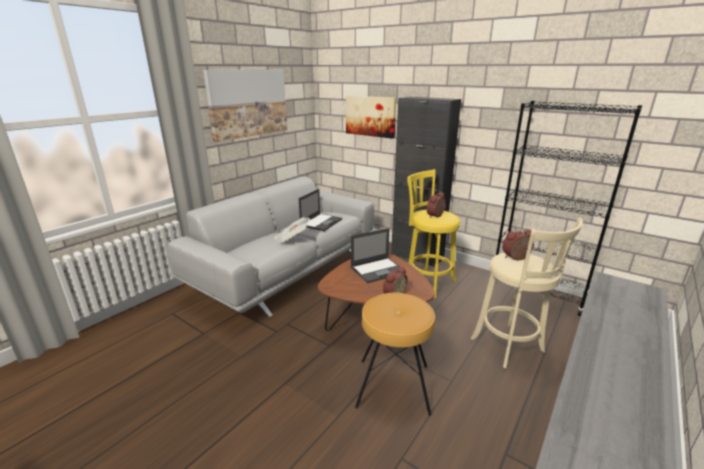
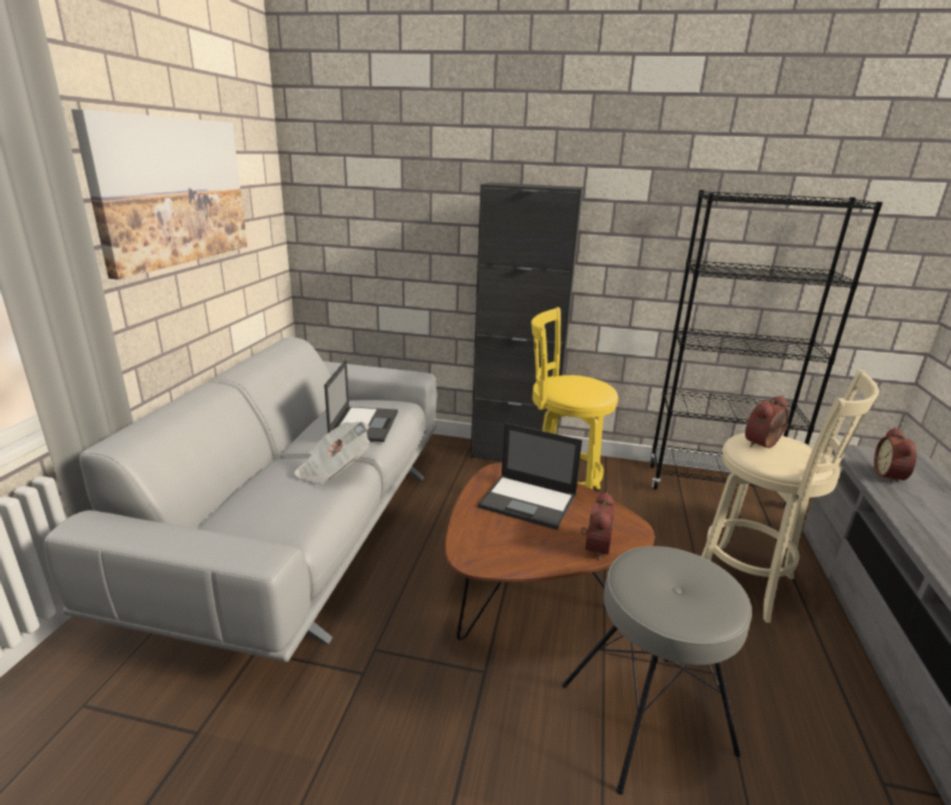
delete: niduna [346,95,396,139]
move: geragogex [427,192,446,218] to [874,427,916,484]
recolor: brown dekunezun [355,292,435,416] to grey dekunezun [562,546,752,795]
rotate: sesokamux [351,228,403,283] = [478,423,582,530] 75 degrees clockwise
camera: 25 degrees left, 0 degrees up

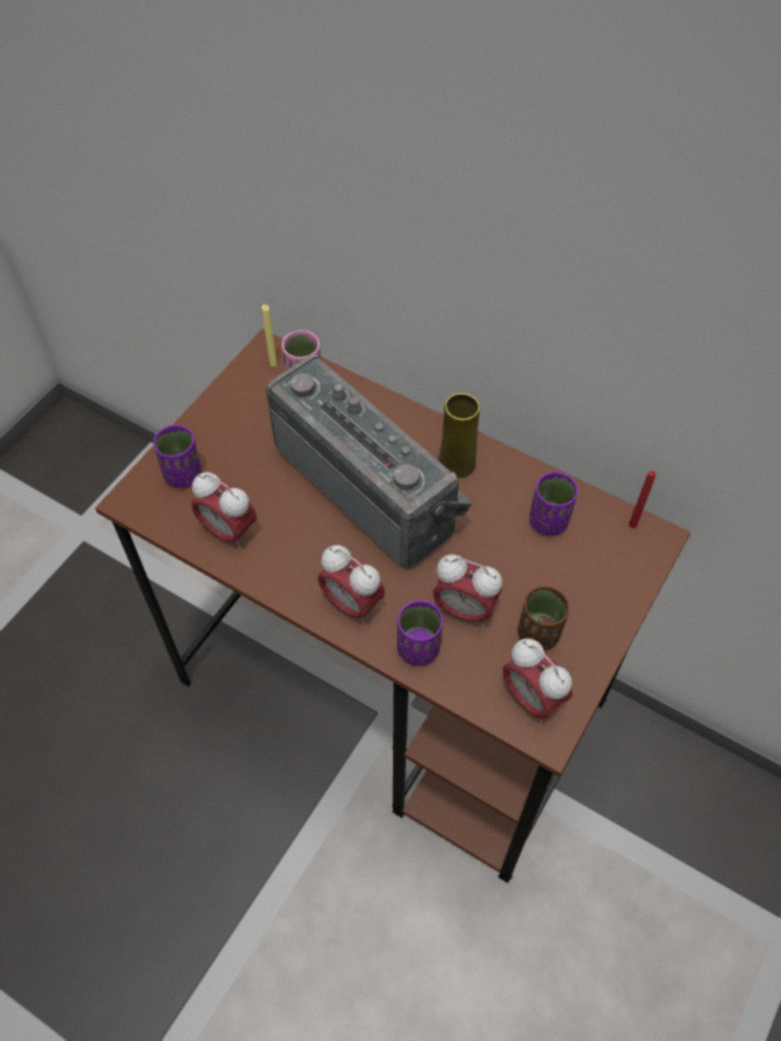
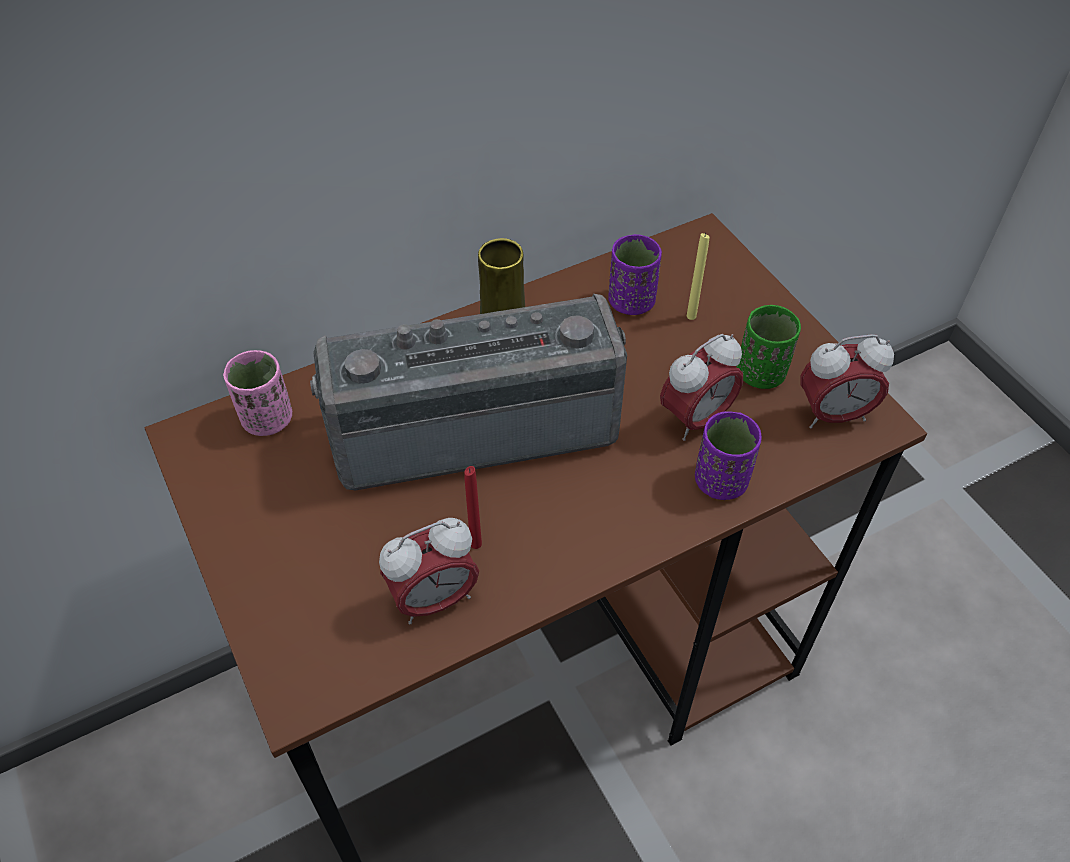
delete: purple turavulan [153,425,202,488]; geragogex [318,545,385,624]
move: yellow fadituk [262,305,277,367] to [687,233,710,320]; red fadituk [629,471,656,528] to [464,466,482,549]
recolor: brown turavulan [518,585,569,651] to green turavulan [737,305,801,389]
camera: 60 degrees left, 5 degrees down

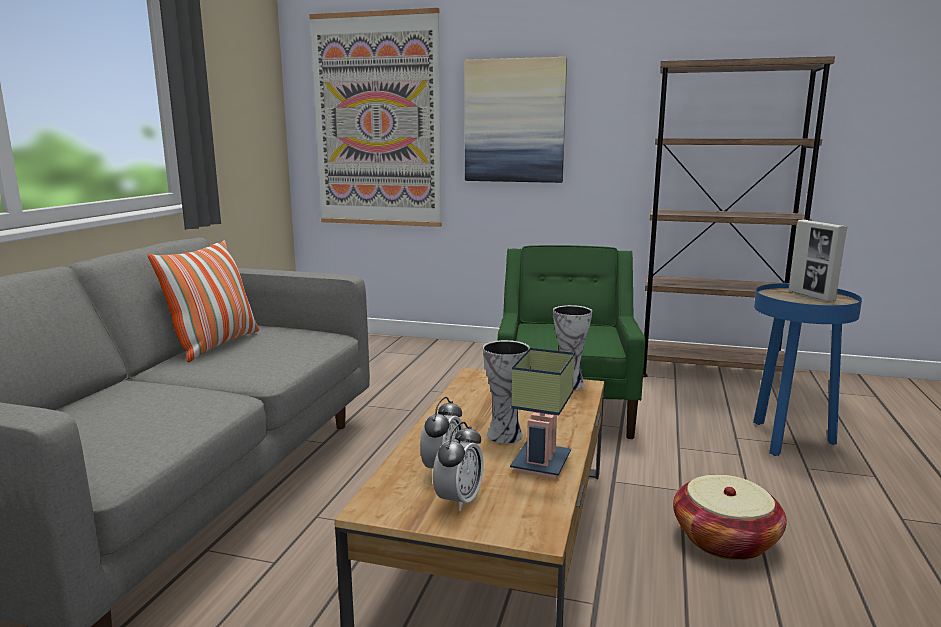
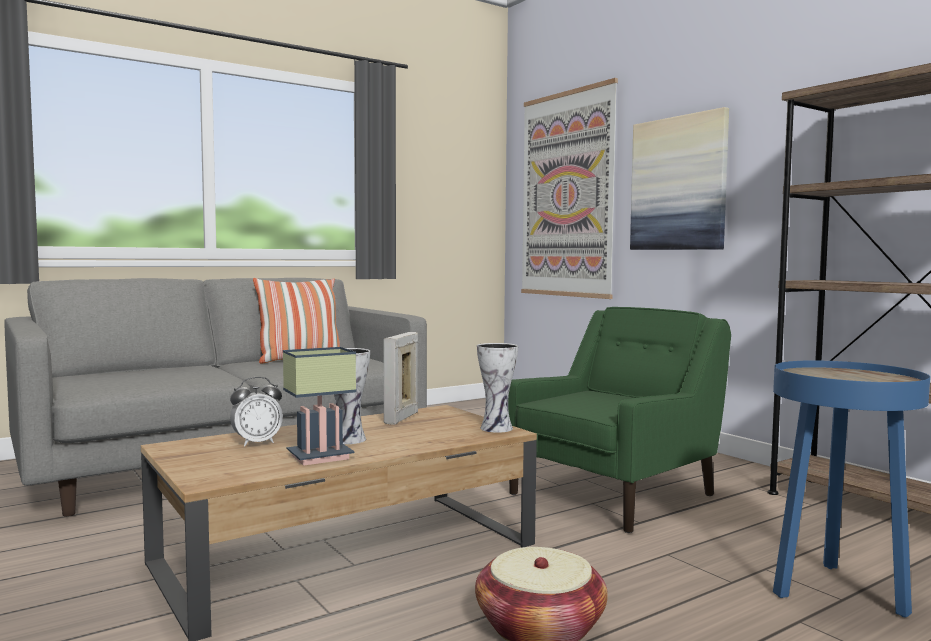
delete: geragogex [433,422,484,511]
move: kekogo [789,219,847,302] to [383,332,418,425]
camera: 40 degrees right, 10 degrees down

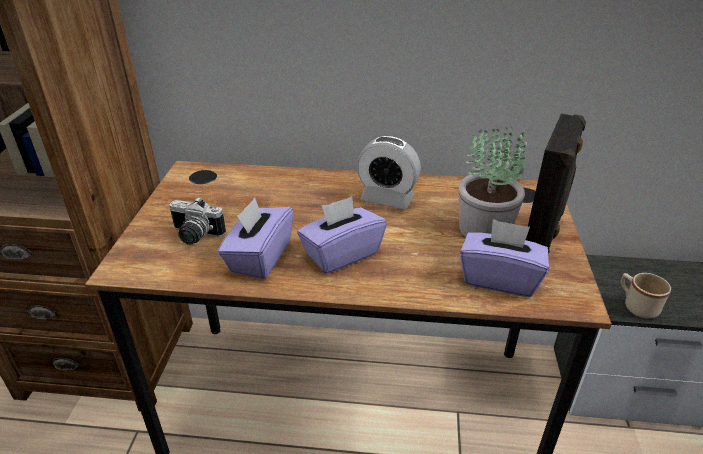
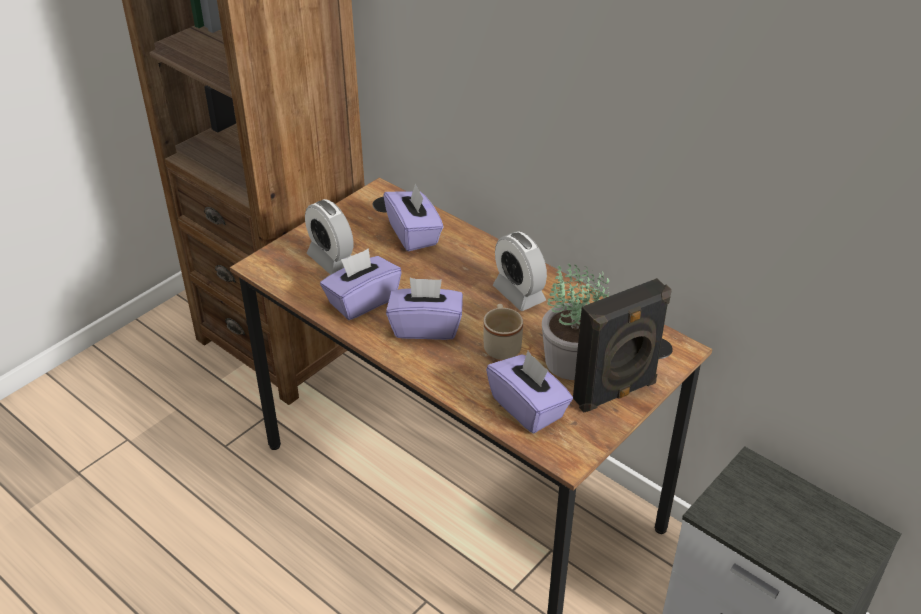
insert: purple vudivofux [383,183,444,251]
move: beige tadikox [621,273,671,319] to [483,304,523,360]
replace: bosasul [169,196,226,245] to geragogex [305,199,354,275]
camera: 35 degrees right, 5 degrees up

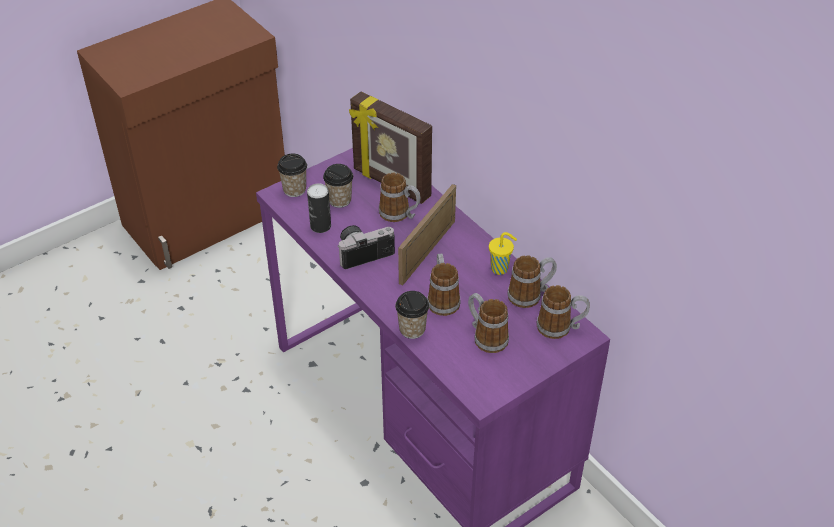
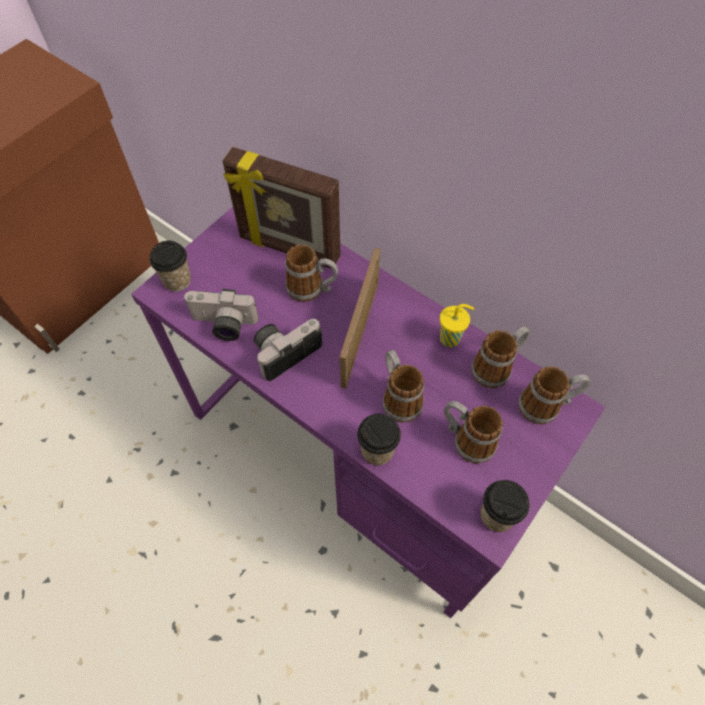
move: turavulan [323,164,353,208] to [480,480,530,532]
replace: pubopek [307,183,331,233] to bosasul [183,289,258,341]
camera: 15 degrees left, 15 degrees up

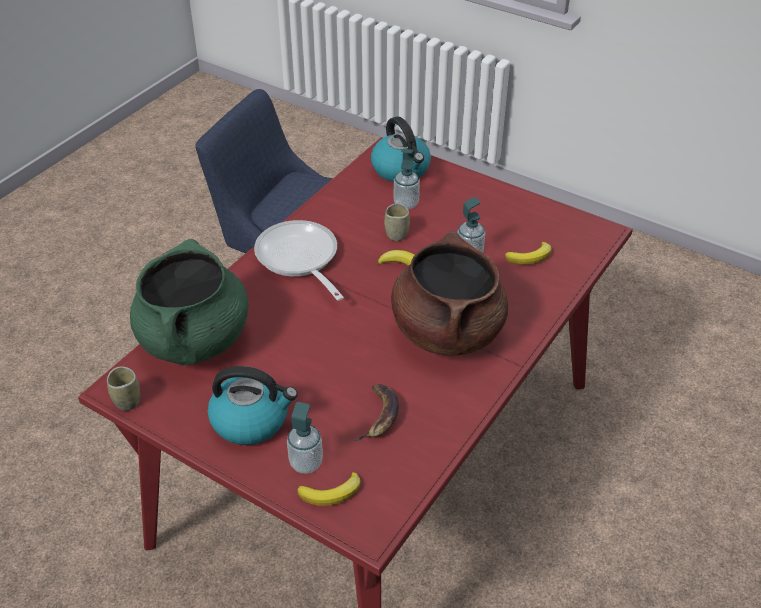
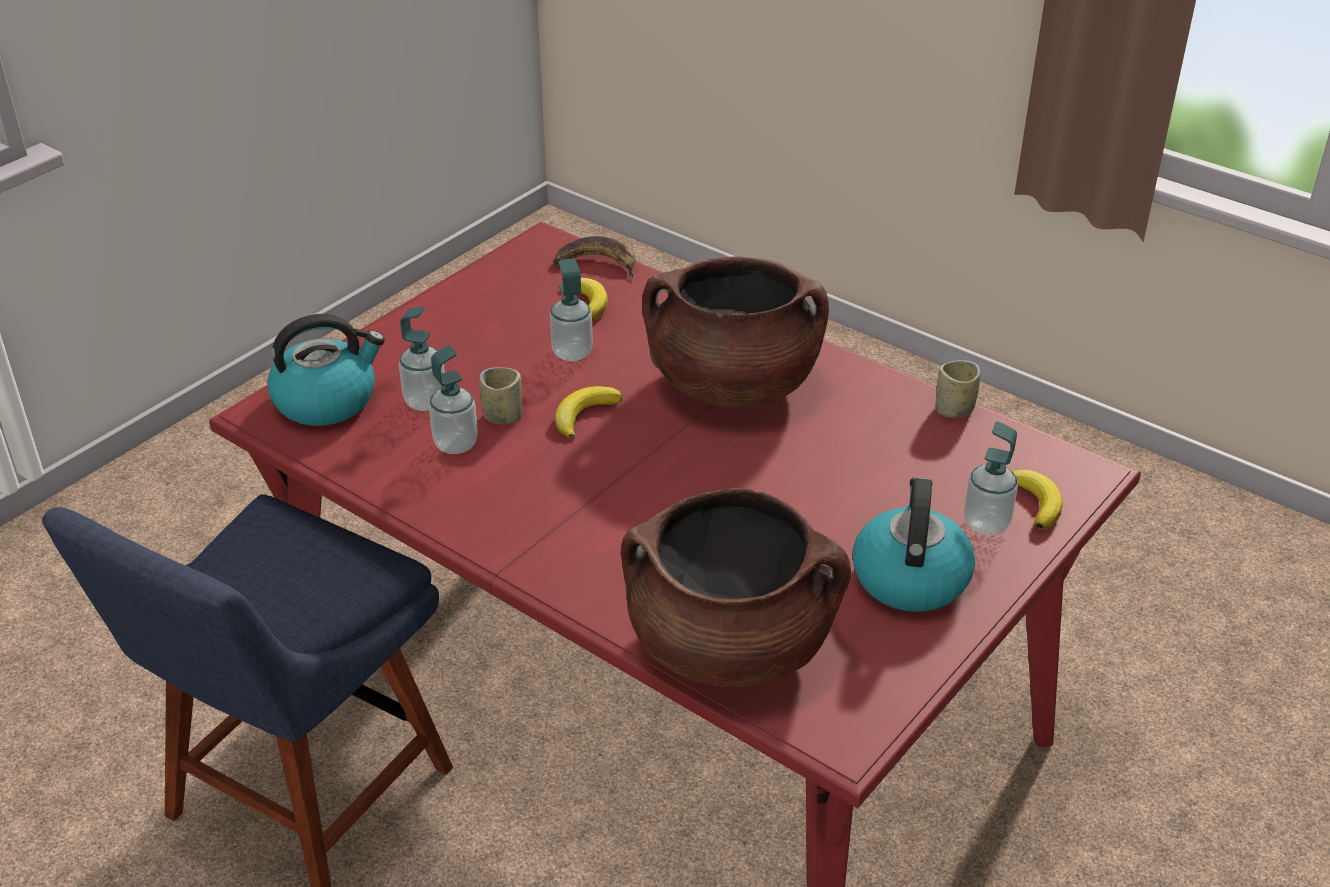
delete: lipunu [254,220,344,301]
insert: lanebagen [429,345,478,454]
move: turavulan [107,366,140,411] to [936,360,981,418]; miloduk [354,384,399,441] to [553,236,636,280]
recolor: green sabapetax [130,239,248,365] to brown sabapetax [621,488,851,687]
camera: 85 degrees left, 5 degrees down

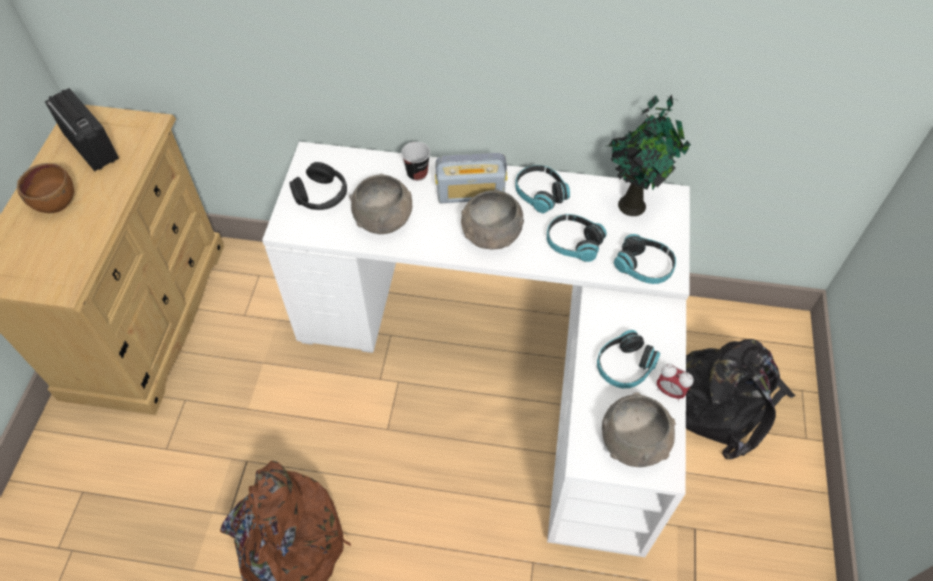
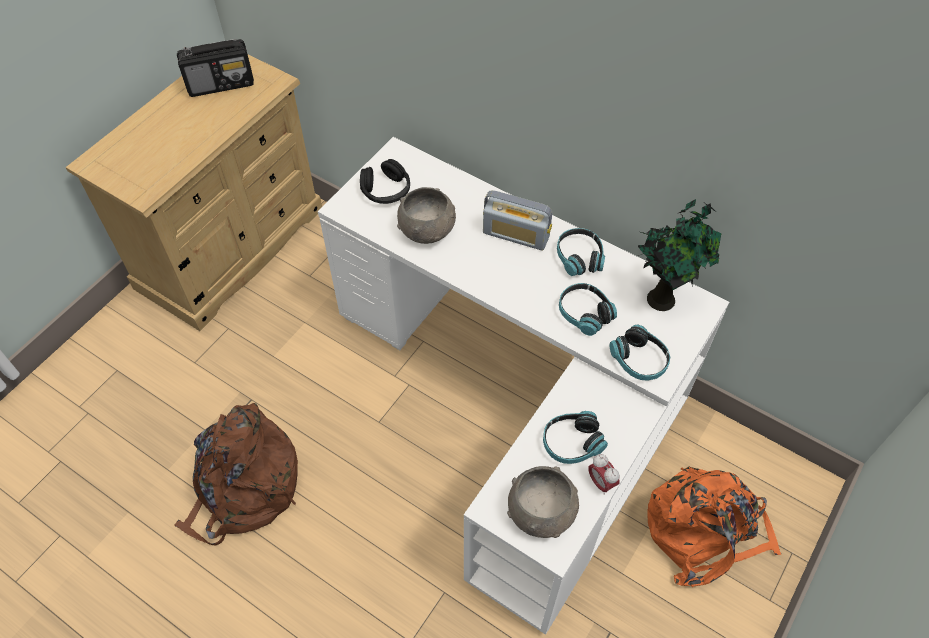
delete: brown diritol [17,163,74,213]; turavulan [401,142,430,181]; grey diritol [461,189,524,249]
recolor: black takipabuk [686,339,796,459] to orange takipabuk [647,467,781,587]
rotate: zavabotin [45,88,119,171] = [177,39,254,97] 90 degrees clockwise
camera: 25 degrees right, 0 degrees up

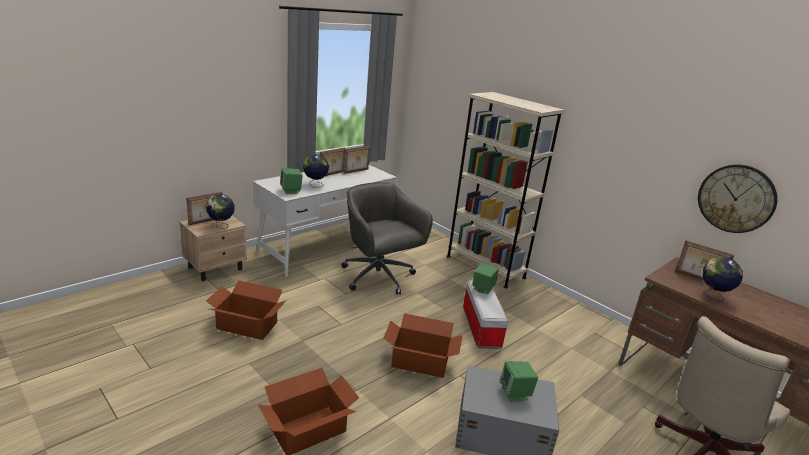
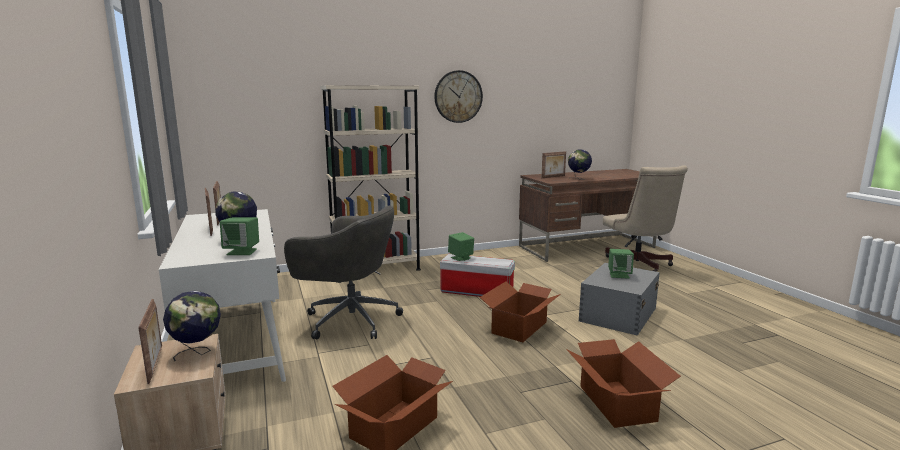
move: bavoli [698,165,777,233] to [434,70,483,123]
rotate: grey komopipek [341,182,433,295] = [284,206,403,339] 150 degrees counterclockwise
camera: 65 degrees left, 10 degrees down

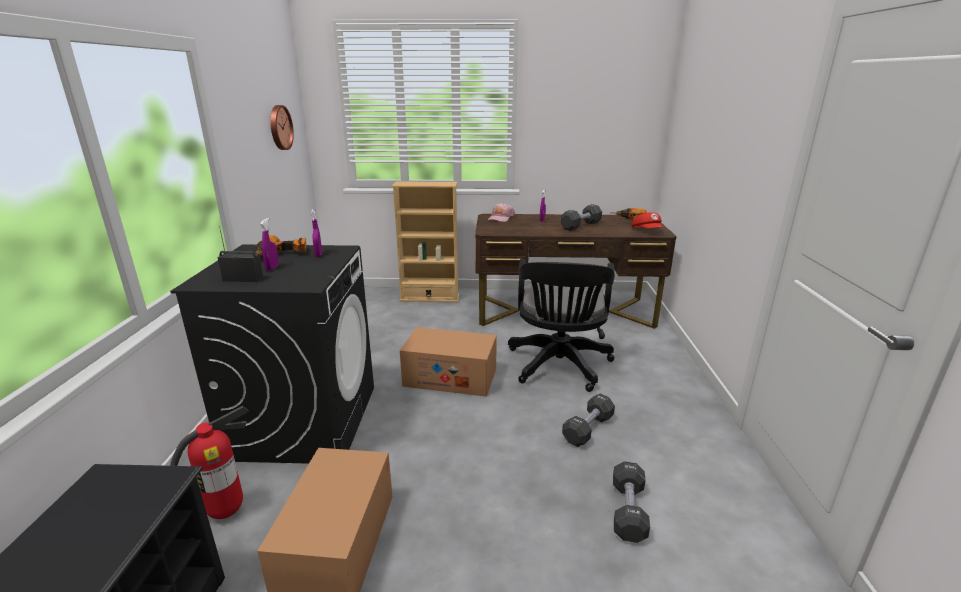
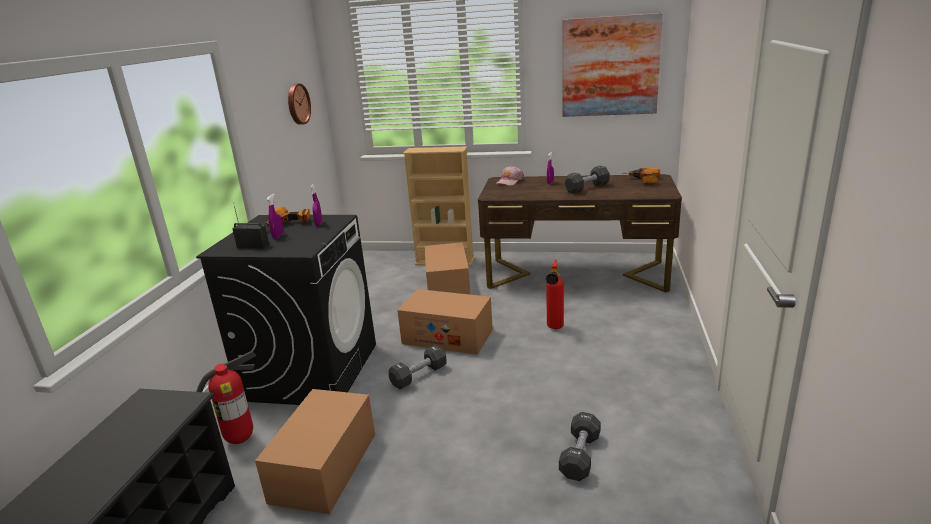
delete: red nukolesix [631,212,664,228]
insert: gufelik [424,242,470,295]; niduna [562,13,663,117]
move: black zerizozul [562,394,615,447] to [389,345,446,390]
replace: black komopipek [508,259,615,392] to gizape [546,259,564,329]
camera: 10 degrees right, 0 degrees up

